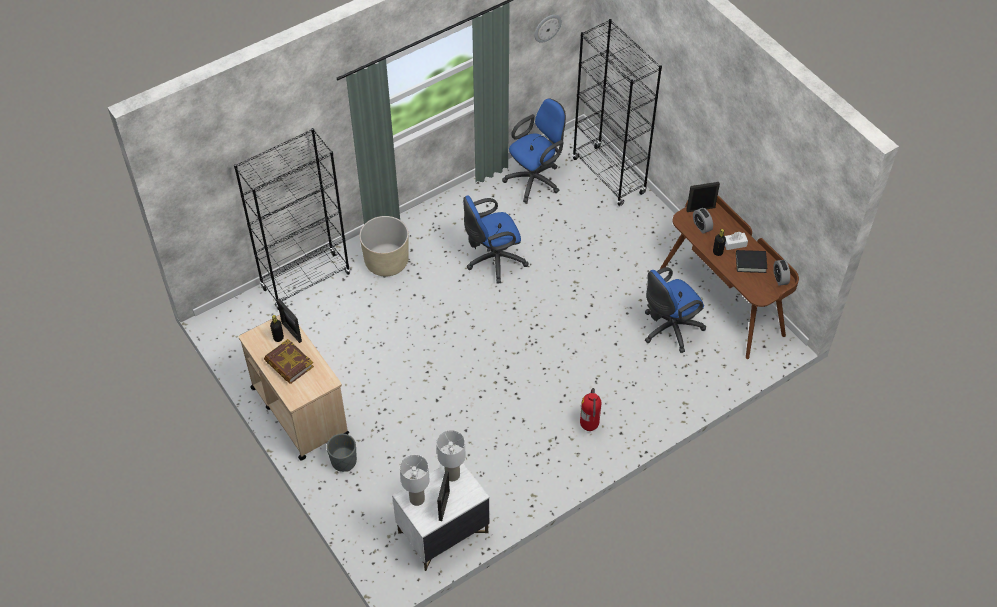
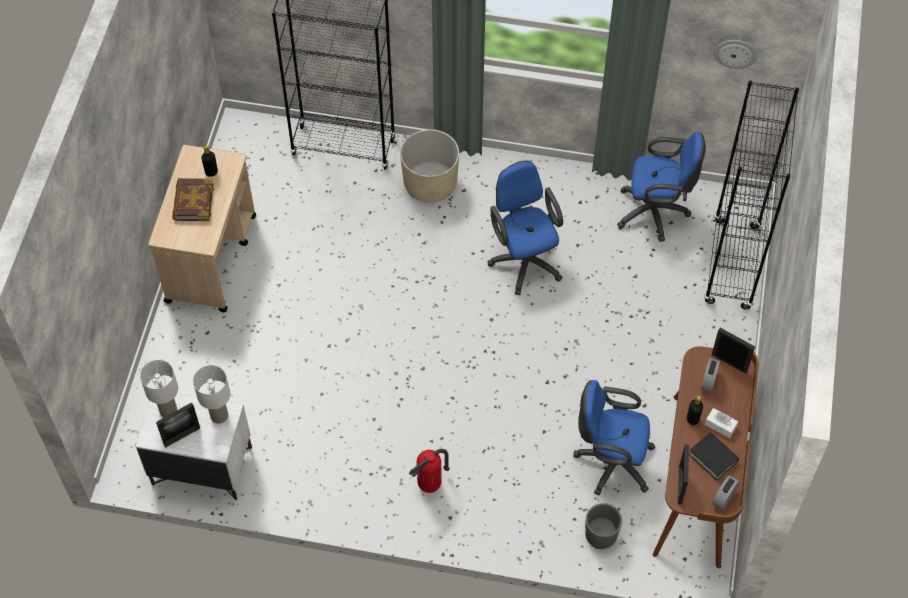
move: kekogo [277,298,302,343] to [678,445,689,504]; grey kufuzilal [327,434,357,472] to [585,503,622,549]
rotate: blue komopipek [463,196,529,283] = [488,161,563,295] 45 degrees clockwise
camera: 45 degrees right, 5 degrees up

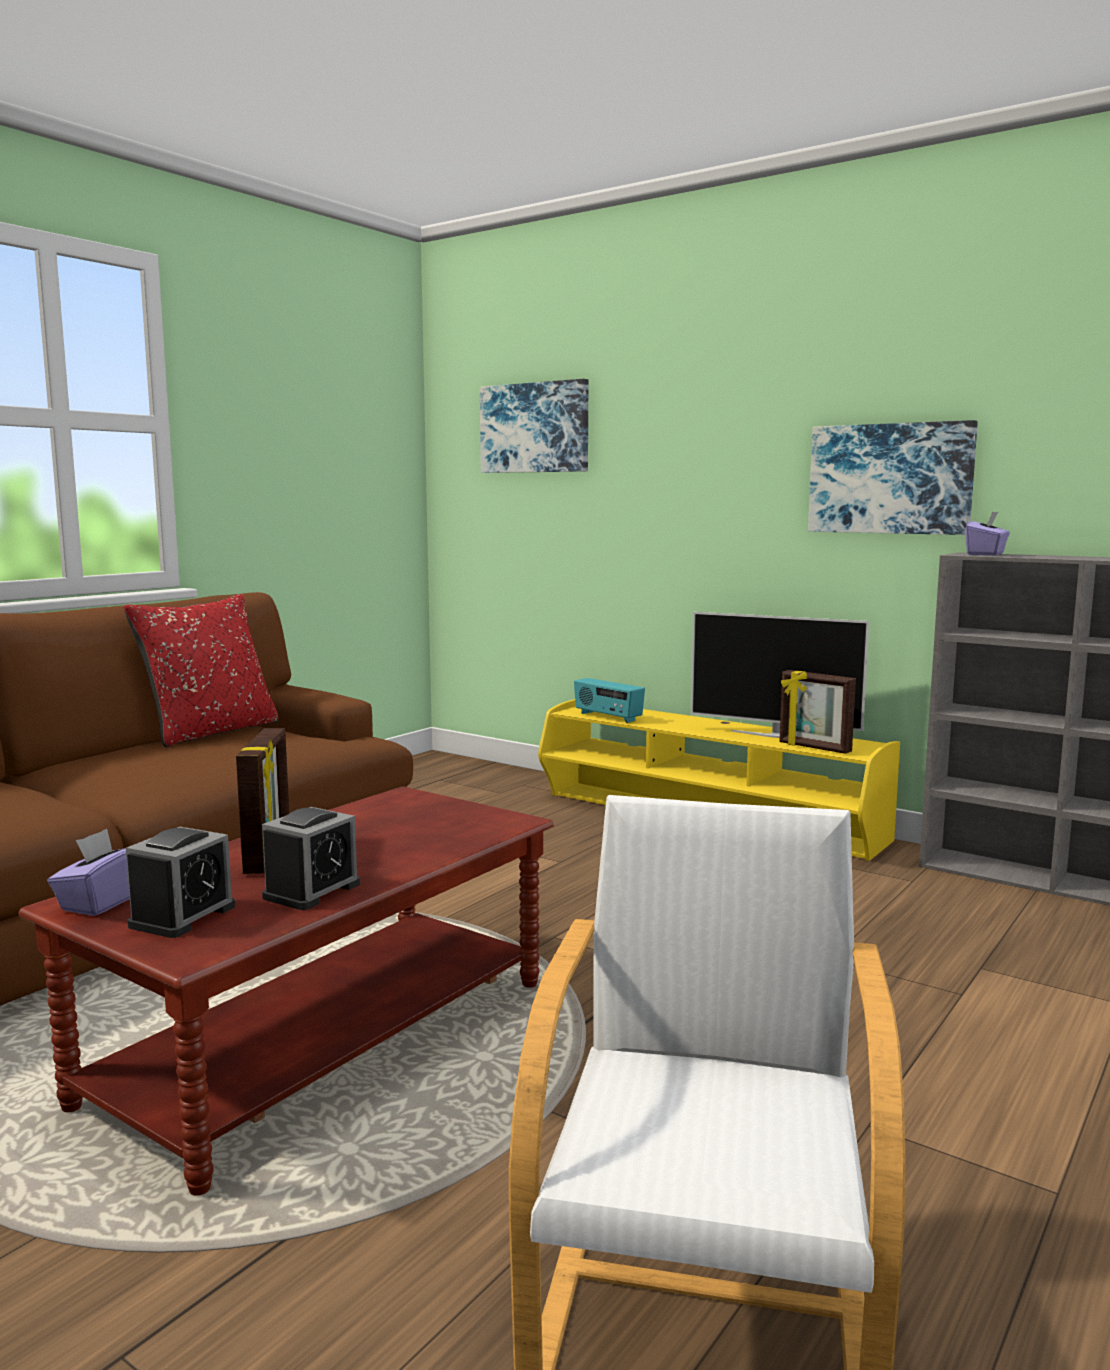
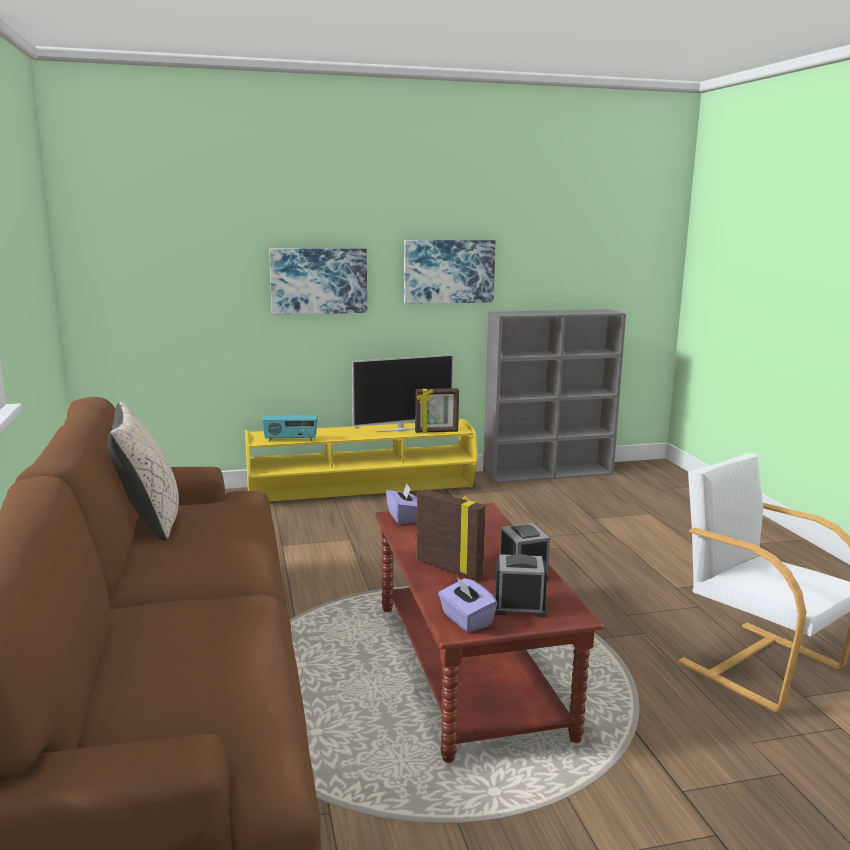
move: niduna [480,379,588,473] to [269,248,367,315]; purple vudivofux [965,512,1010,556] to [386,483,417,524]
recolor: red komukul [124,594,279,747] to beige komukul [108,402,179,541]
rotate: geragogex [126,827,235,938] = [493,554,547,617] 60 degrees counterclockwise
camera: 50 degrees left, 5 degrees up

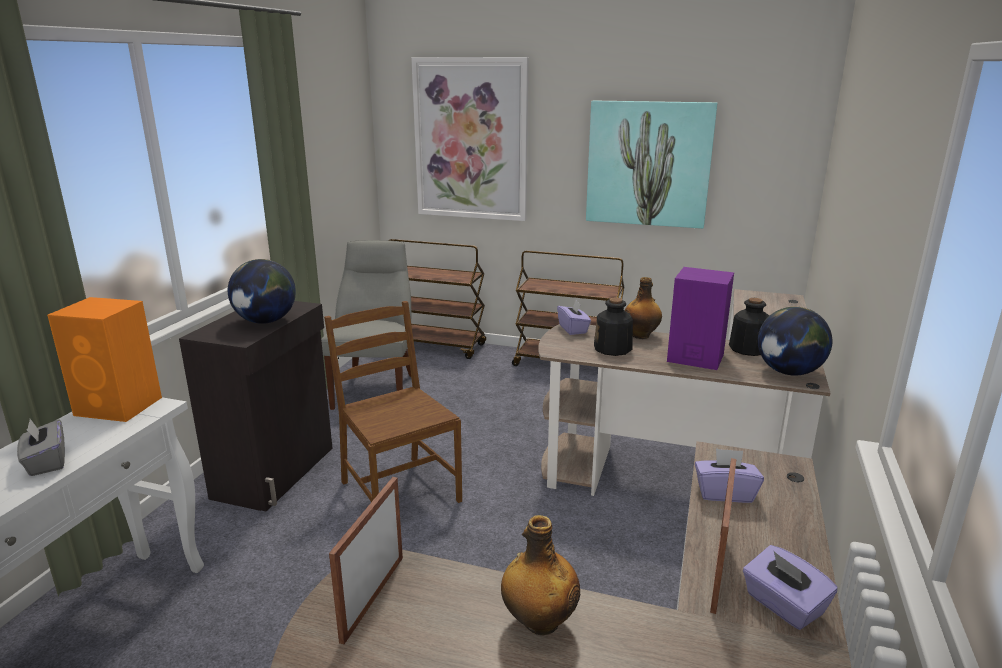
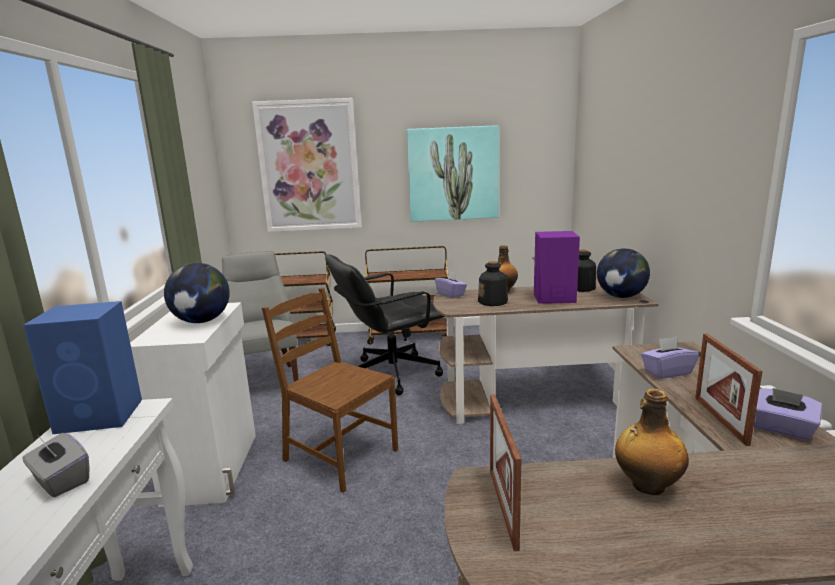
insert: black komopipek [325,254,444,395]
recolor: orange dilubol [47,297,162,422] to blue dilubol [23,301,142,434]; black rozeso [179,301,332,511] to white rozeso [130,302,256,507]
camera: 20 degrees left, 5 degrees down

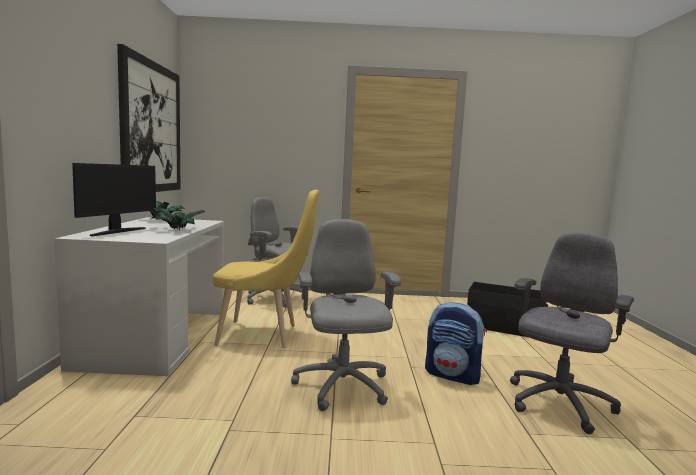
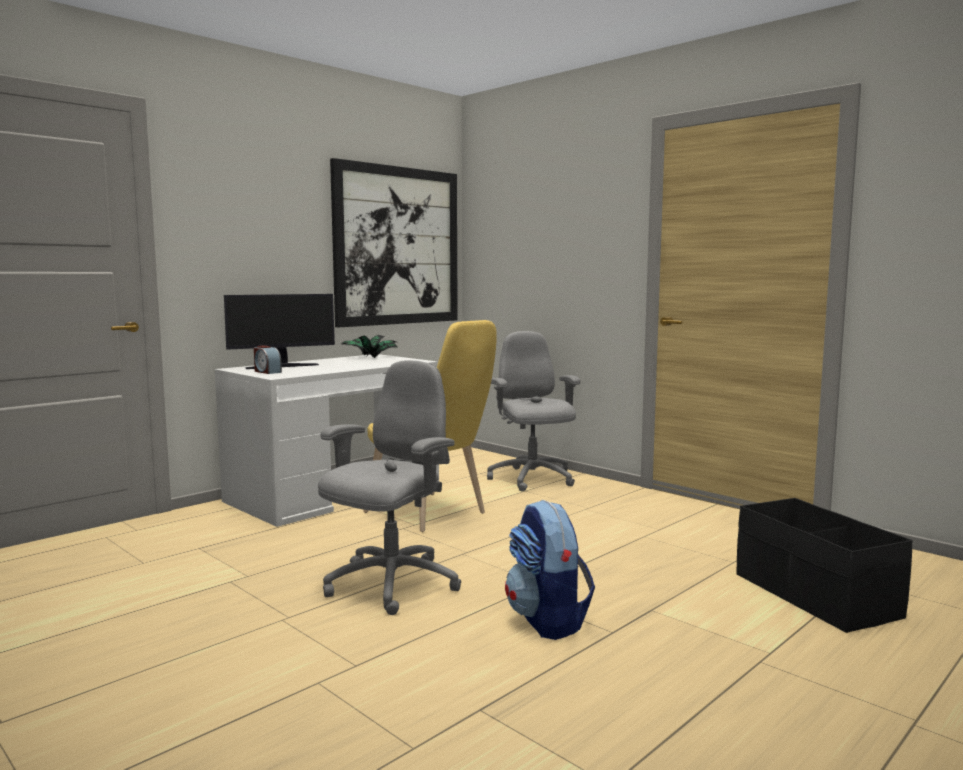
delete: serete [150,207,206,230]; grey komopipek [510,232,634,434]
insert: geragogex [254,346,282,374]
camera: 45 degrees right, 0 degrees up

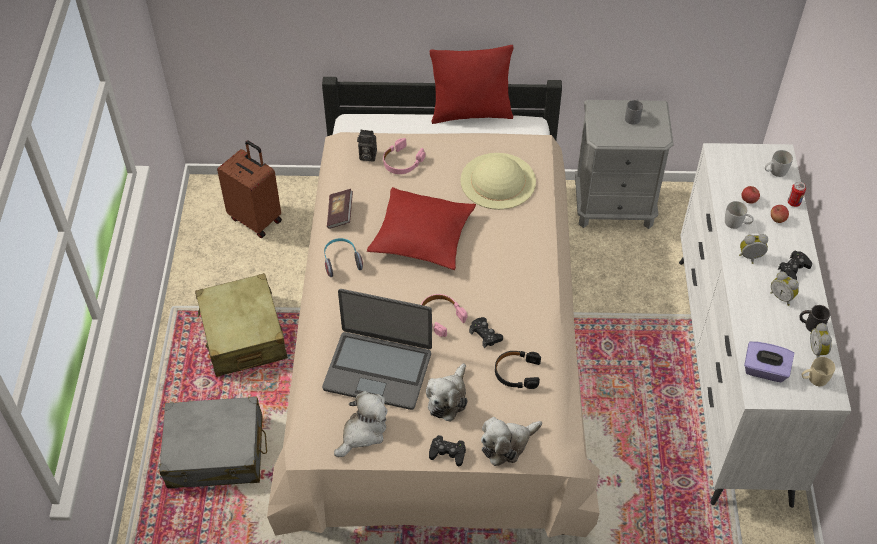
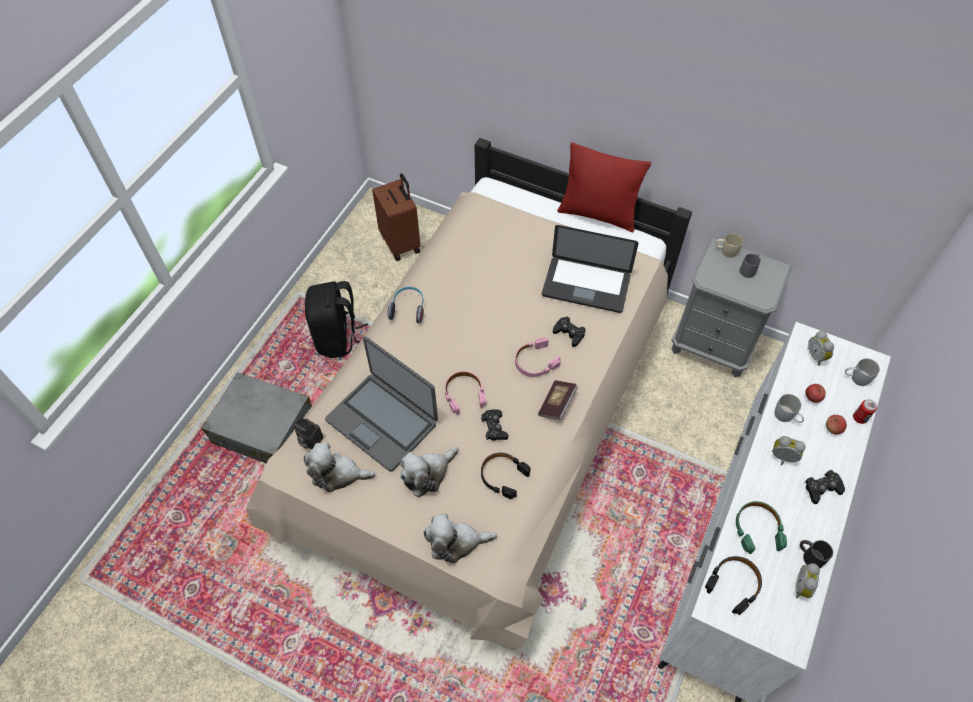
delete: red komukul [367,187,476,270]
insert: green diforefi [736,501,787,554]
move: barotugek [327,189,353,229] to [538,380,578,420]; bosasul [357,130,377,162] to [294,417,323,450]; pink diforefi [383,138,426,174] to [515,337,561,377]; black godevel [429,435,466,467] to [553,317,586,347]; geragogex [770,271,799,306] to [807,331,834,366]; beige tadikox [802,357,835,386] to [716,233,743,257]
replace: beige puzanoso [195,273,288,377] to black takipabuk [305,281,368,358]; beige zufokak [460,153,536,210] to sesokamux [542,225,639,313]; purple vudivofux [744,341,794,382] to black diforefi [705,556,762,615]
rotate: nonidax [334,391,388,457] = [304,443,375,492] 150 degrees counterclockwise
camera: 25 degrees right, 5 degrees up

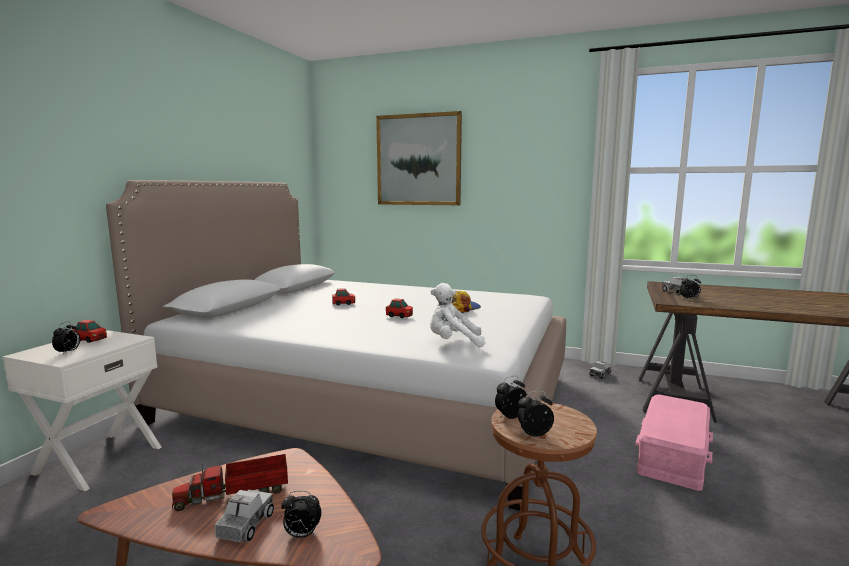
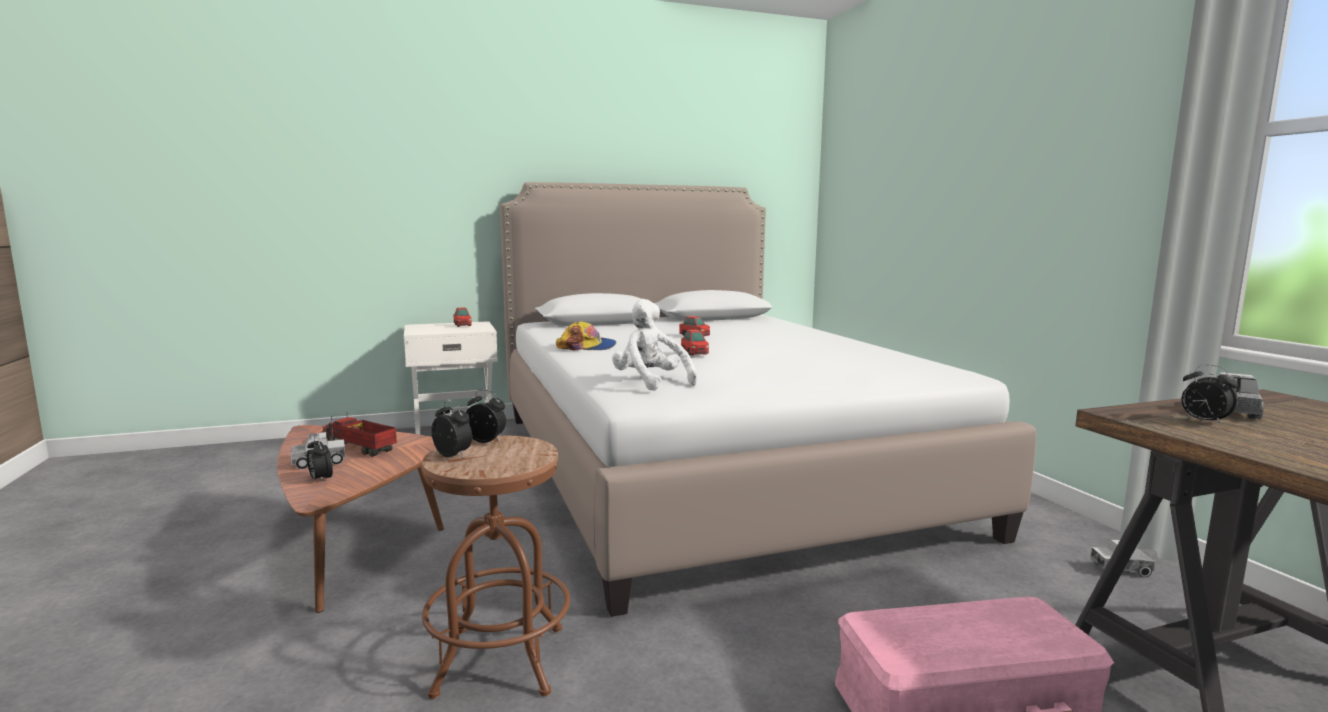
delete: geragogex [52,321,80,354]; niduna [376,111,462,205]
move: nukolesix [452,291,481,313] to [556,321,616,350]
camera: 50 degrees right, 0 degrees up

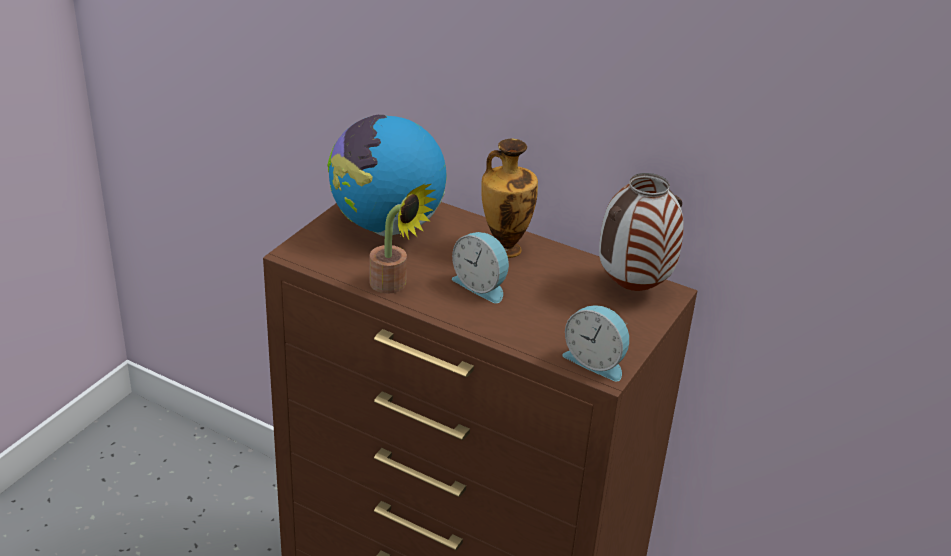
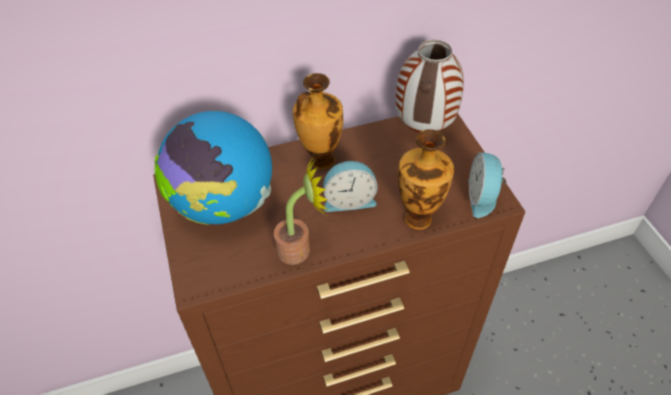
insert: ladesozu [398,129,454,230]
rotate: geragogex [563,305,629,381] = [469,152,506,218] 105 degrees clockwise
camera: 45 degrees left, 15 degrees up

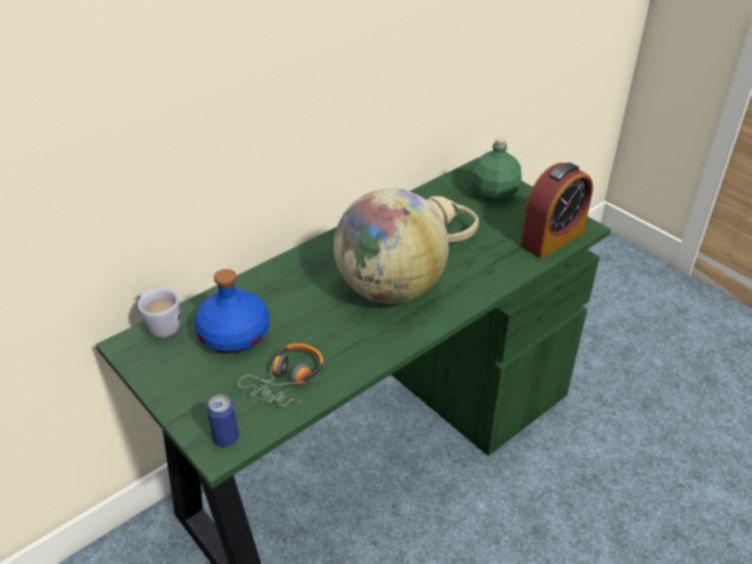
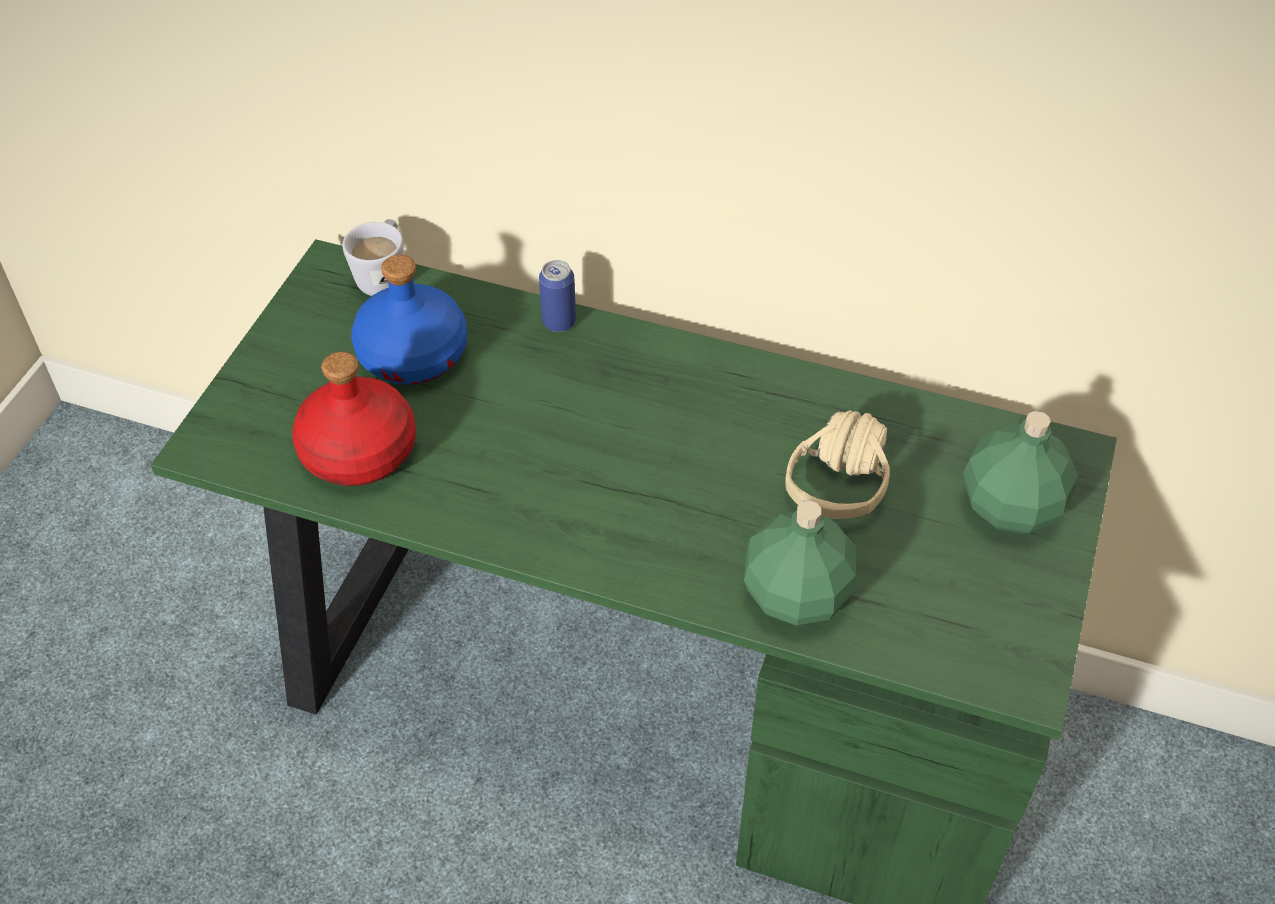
delete: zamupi [334,188,449,304]; geragogex [520,163,593,259]
insert: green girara [744,500,856,625]
move: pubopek [207,395,239,447] to [539,260,576,332]
replace: diforefi [238,343,324,406] to red girara [292,352,416,486]
camera: 60 degrees right, 10 degrees up

